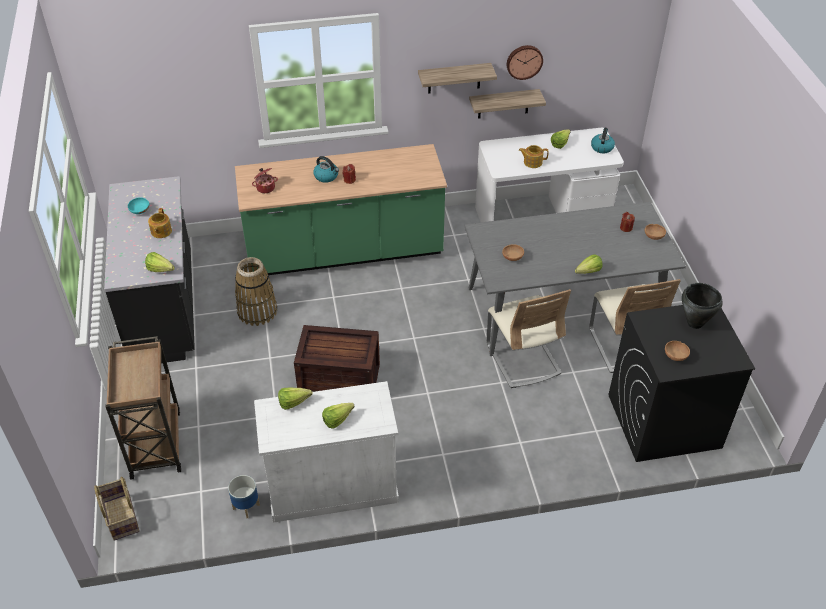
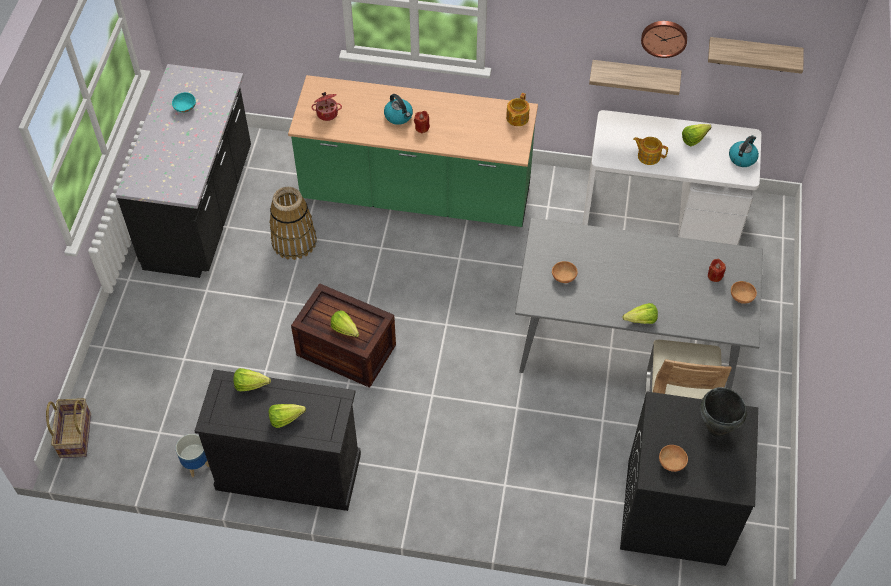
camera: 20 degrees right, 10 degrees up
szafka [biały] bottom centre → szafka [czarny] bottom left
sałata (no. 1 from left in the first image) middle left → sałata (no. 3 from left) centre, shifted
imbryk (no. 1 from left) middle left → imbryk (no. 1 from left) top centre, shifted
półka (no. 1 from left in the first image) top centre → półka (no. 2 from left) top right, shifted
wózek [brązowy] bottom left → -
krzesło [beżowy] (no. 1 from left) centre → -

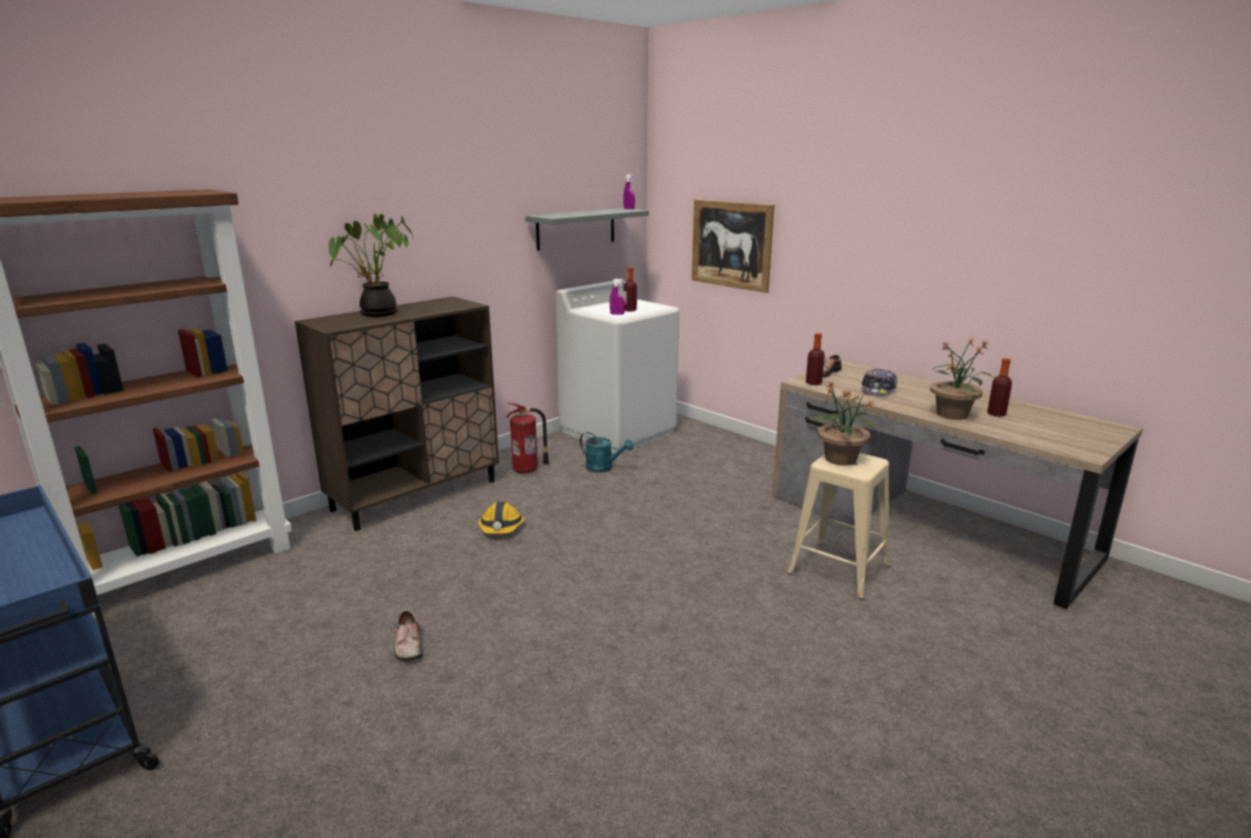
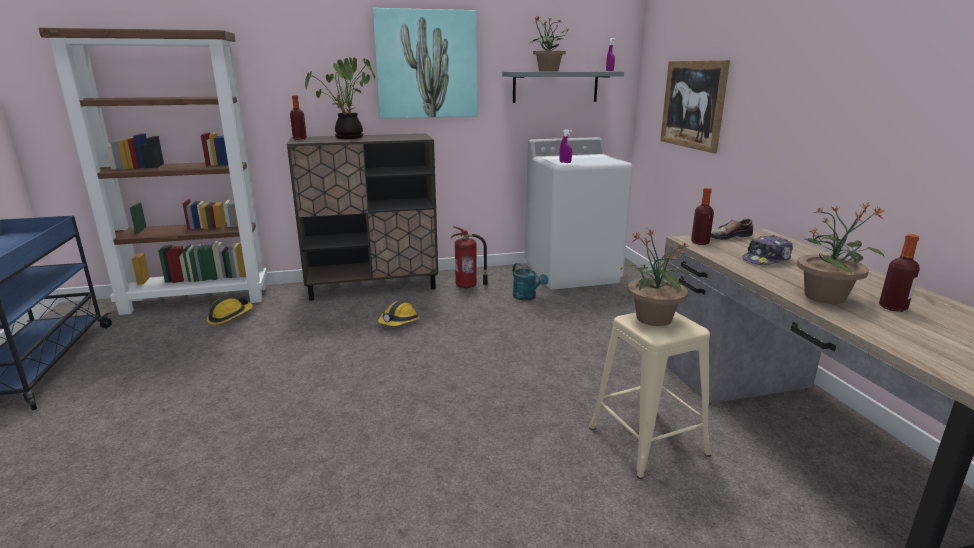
camera: 30 degrees right, 0 degrees up
- → kask (no. 1 from left) middle left
butelka (no. 1 from left) centre → butelka (no. 1 from left) top left, shifted
- → obraz (no. 1 from left) top centre
- → roślina doniczkowa (no. 2 from left) top centre
but (no. 1 from left) bottom left → -

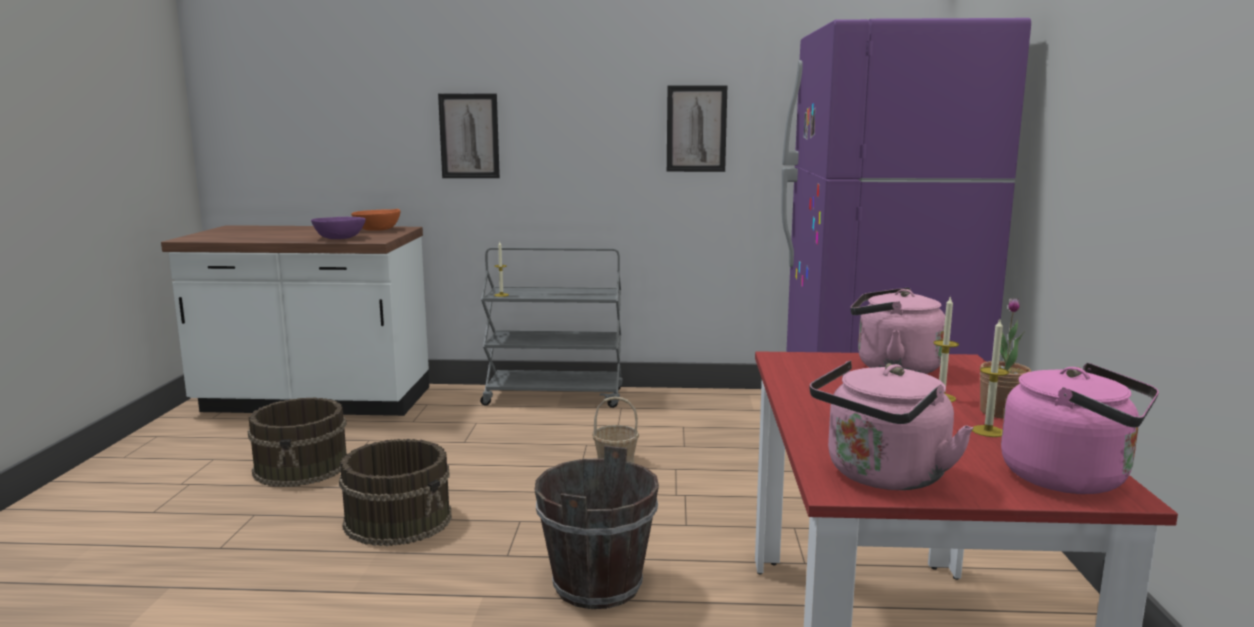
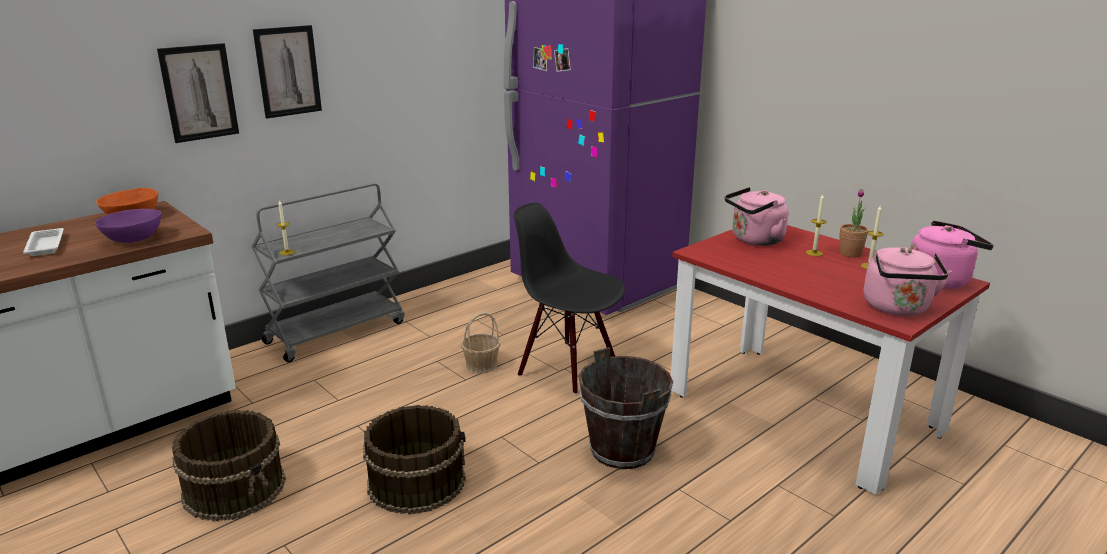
camera: 45 degrees left, 10 degrees up
- → taca [biały] middle left
obraz (no. 2 from left) top centre → obraz (no. 2 from left) top left, shifted
- → krzesło [czarny] centre

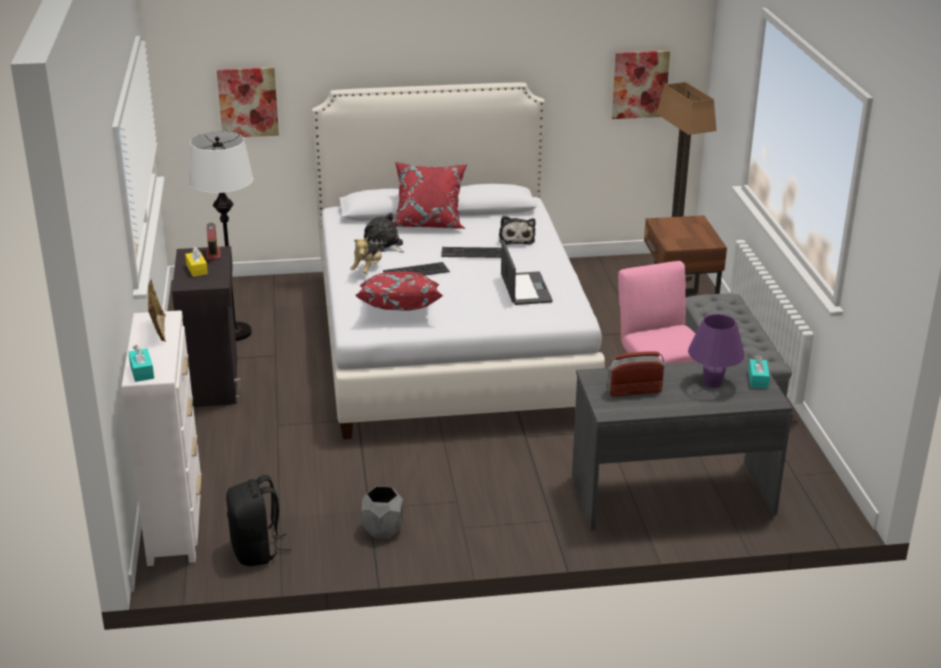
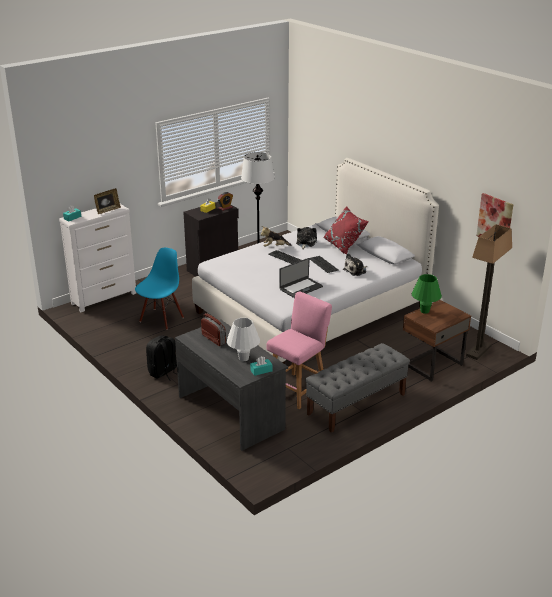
camera: 60 degrees right, 0 degrees up
- → krzesło [niebieski] middle left
plecak [czarny] bottom left → plecak [czarny] middle left, shifted
lampa stołowa [fioletowy] middle right → lampa stołowa [biały] centre
- → lampa stołowa [zielony] middle right
obraz (no. 1 from left) top left → -
poduszka [czerwony] (no. 1 from left) centre → -
donica [szary] bottom centre → -

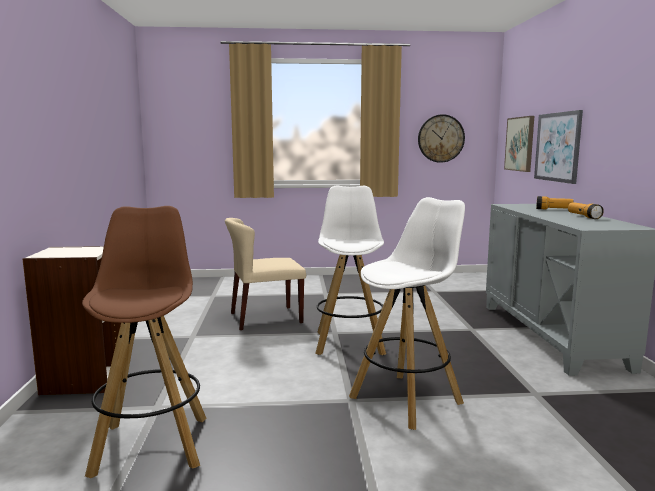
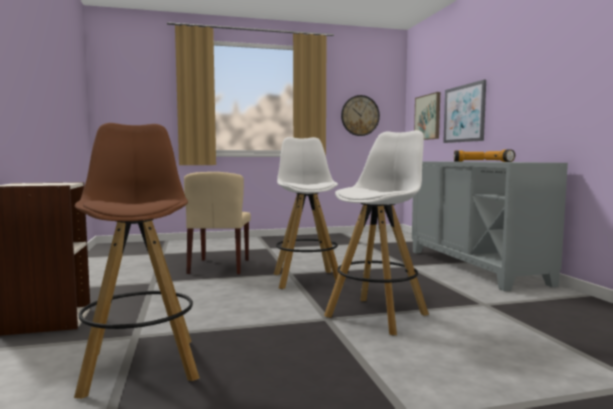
camera: 10 degrees left, 5 degrees down
krzesło [beżowy] centre, 60 degrees counterclockwise

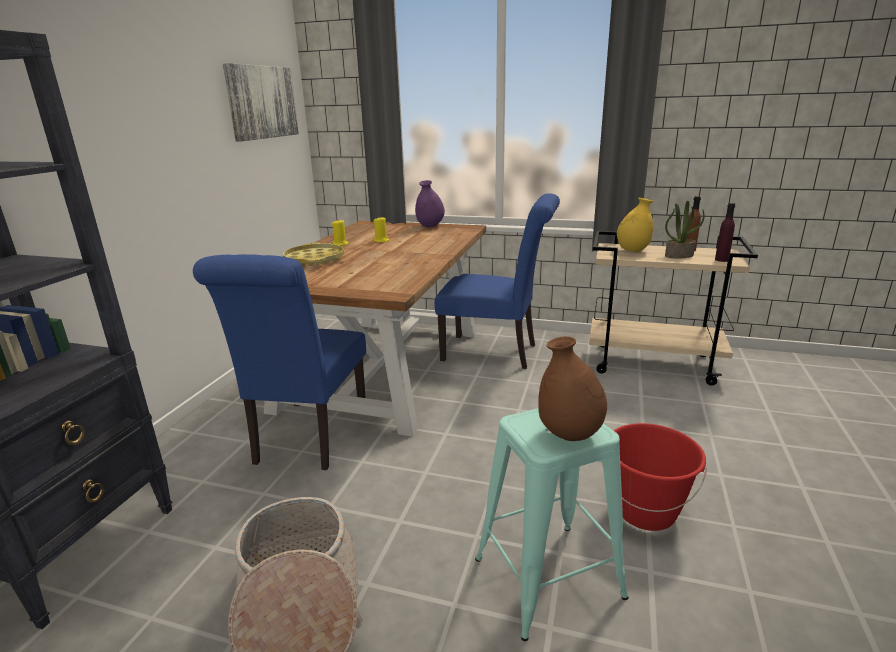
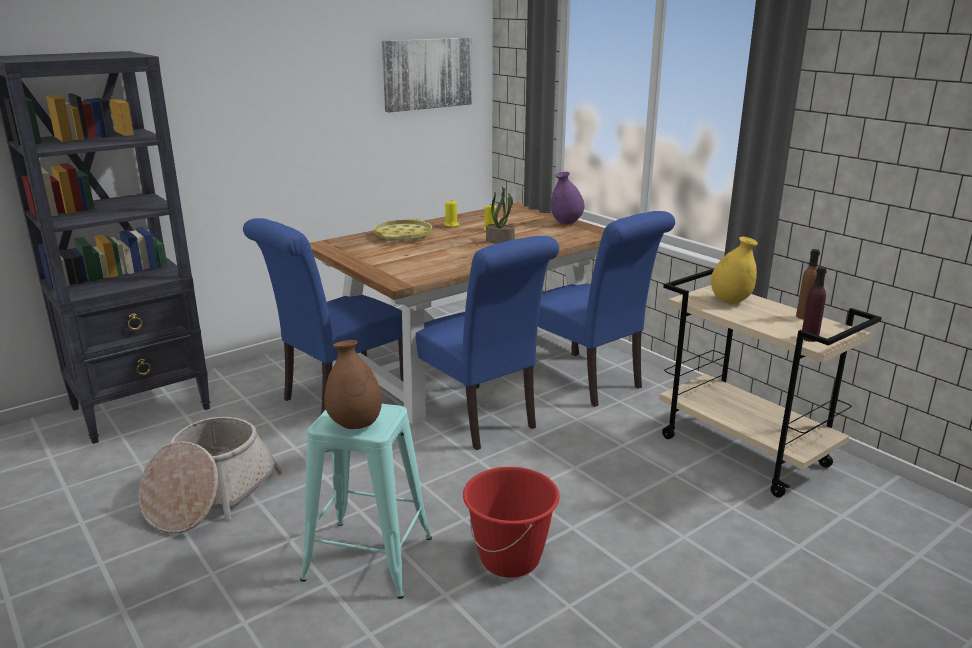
camera: 35 degrees right, 0 degrees up
- → krzesło [niebieski] (no. 2 from left) centre
roślina doniczkowa middle right → roślina doniczkowa top centre, shifted

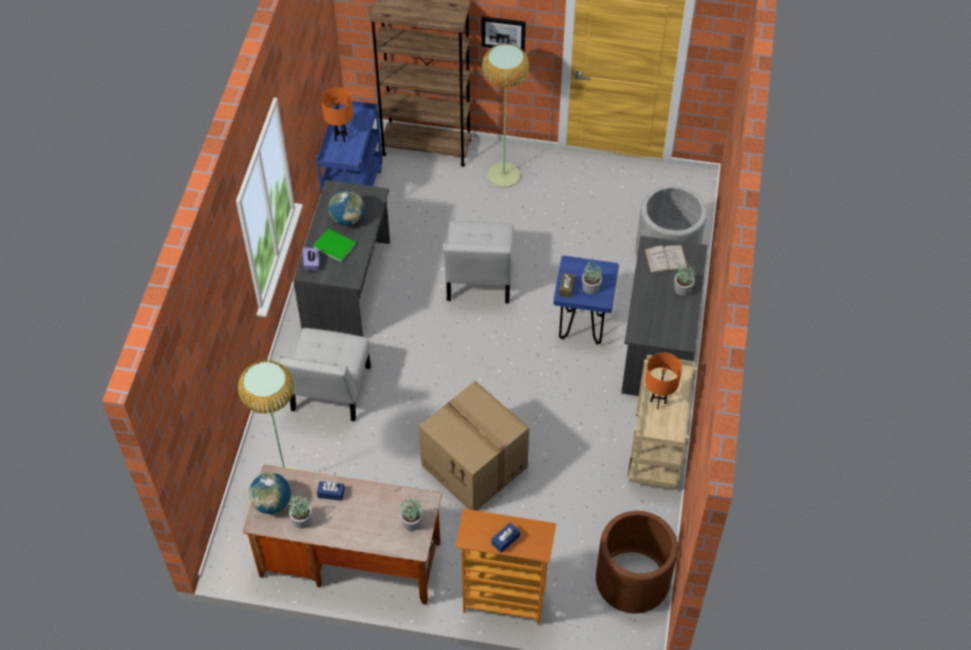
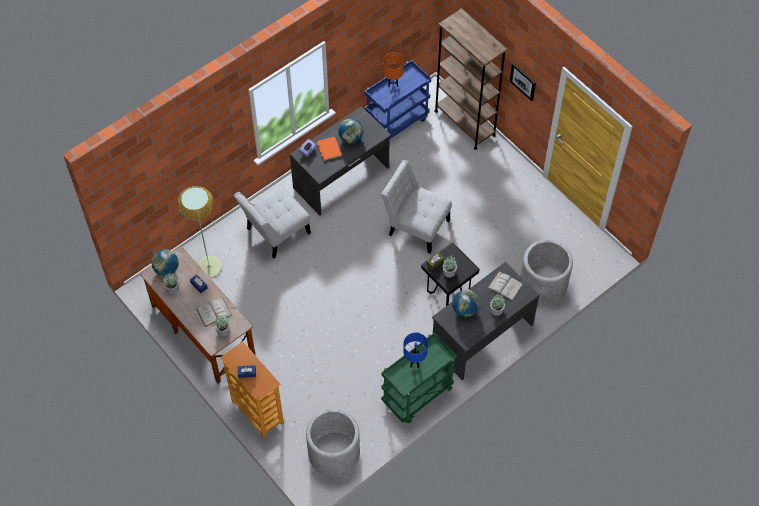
camera: 40 degrees right, 5 degrees up
- → książka [biały] (no. 1 from left) middle left
donica [brązowy] bottom centre → donica [szary] (no. 1 from left) bottom centre
książka [zielony] centre → książka [pomarańczowy] top centre
krzesło [biały] (no. 2 from left) centre, 75 degrees clockwise
wózek [beżowy] middle right → wózek [zielony] bottom centre
lampa stołowa [pomarańczowy] (no. 2 from left) middle right → lampa stołowa [niebieski] bottom centre
stołek [niebieski] centre → stołek [czarny] centre
- → globus (no. 3 from left) centre
karton bottom centre → -
lampa stojąca (no. 2 from left) top centre → -

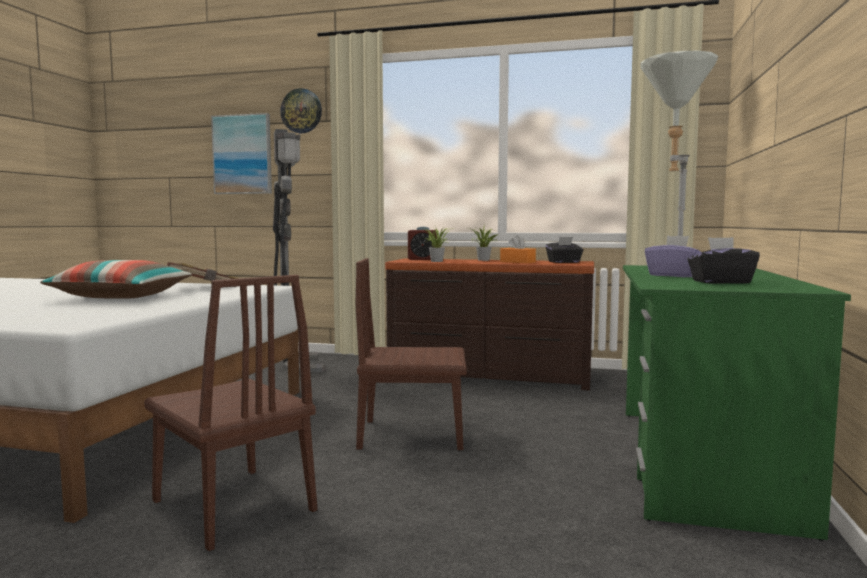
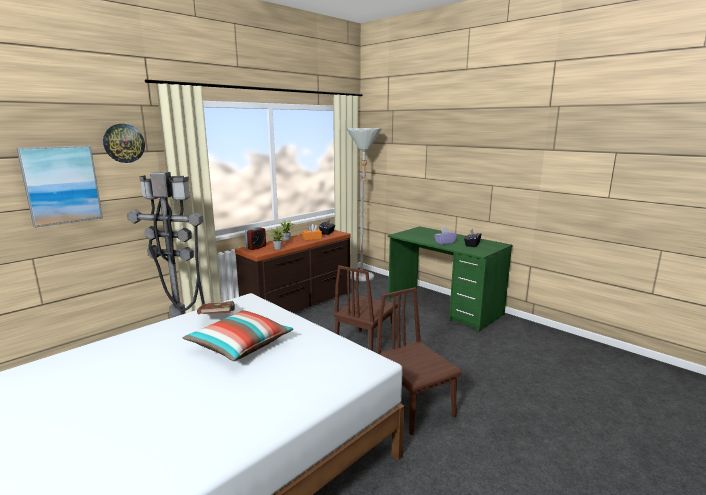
camera: 60 degrees left, 10 degrees up
krzesło [brązowy] (no. 1 from left in the first image) bottom left → krzesło [brązowy] (no. 2 from left) bottom centre, 105 degrees counterclockwise

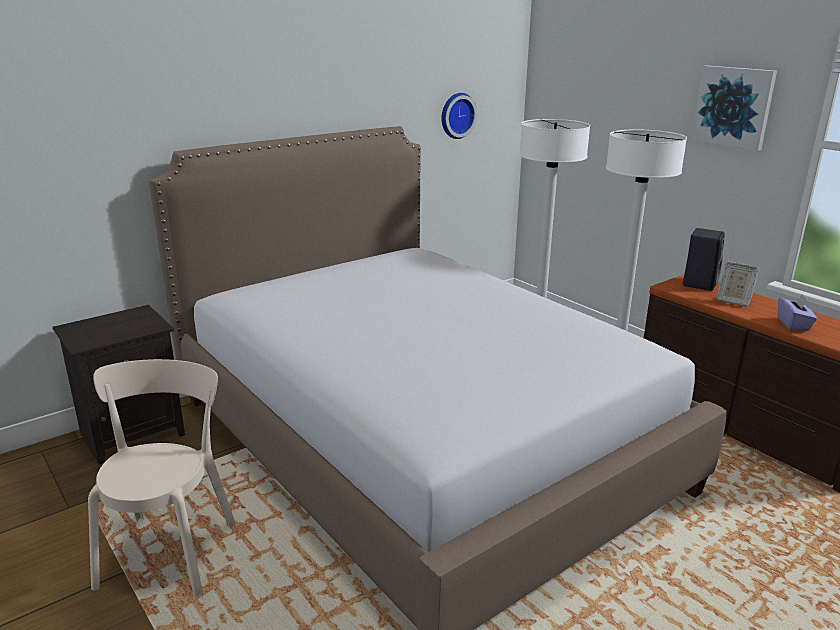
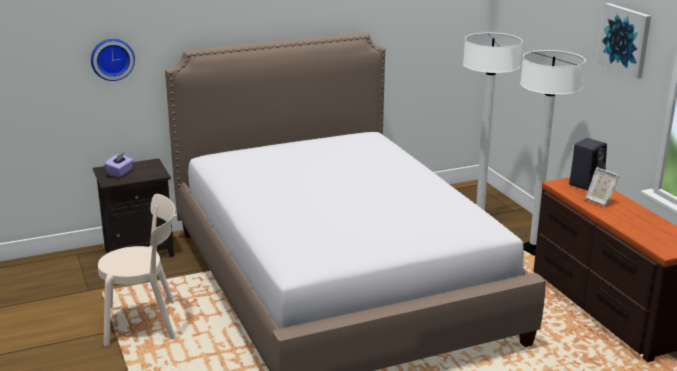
camera: 15 degrees right, 0 degrees up
zegar ścienny top centre → zegar ścienny top left, shifted
krzesło [beżowy] bottom left, 60 degrees clockwise
pudełko chusteczek [fioletowy] middle right → pudełko chusteczek [fioletowy] middle left, shifted

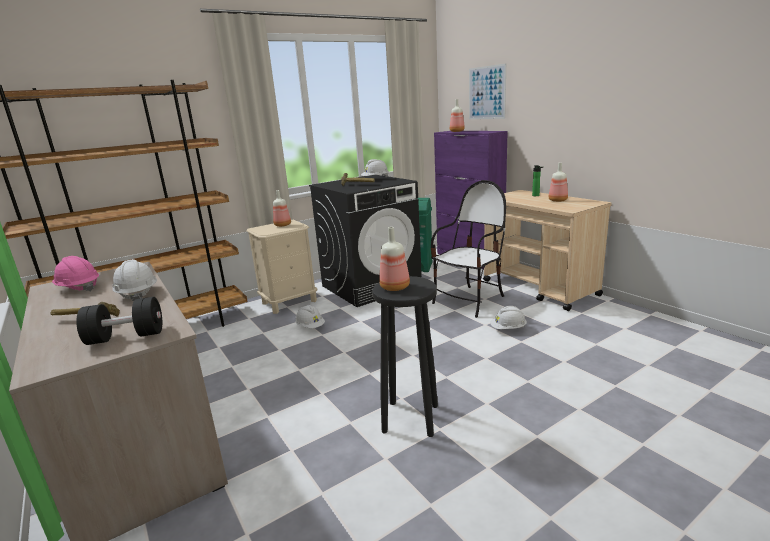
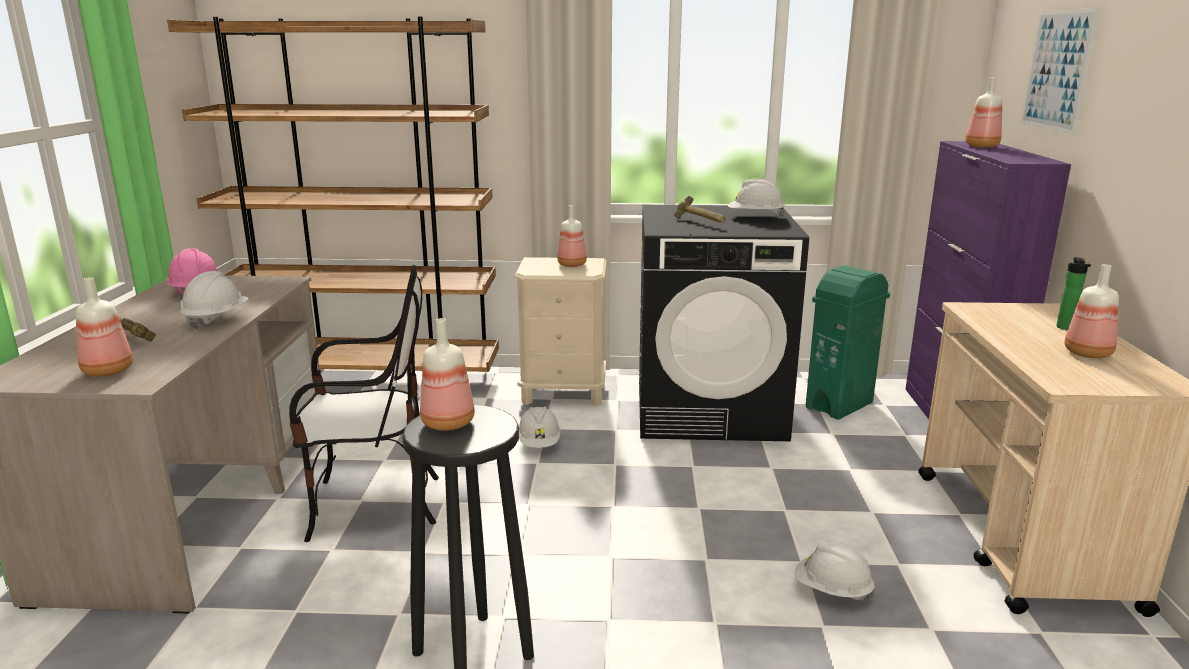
camera: 35 degrees right, 0 degrees up
hantel [czarny] middle left → butelka (no. 1 from left) middle left
krzesło centre → krzesło middle left, shifted

